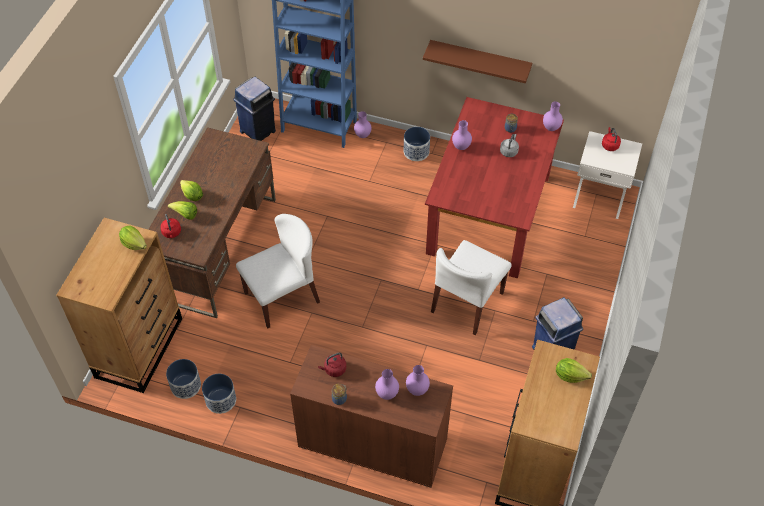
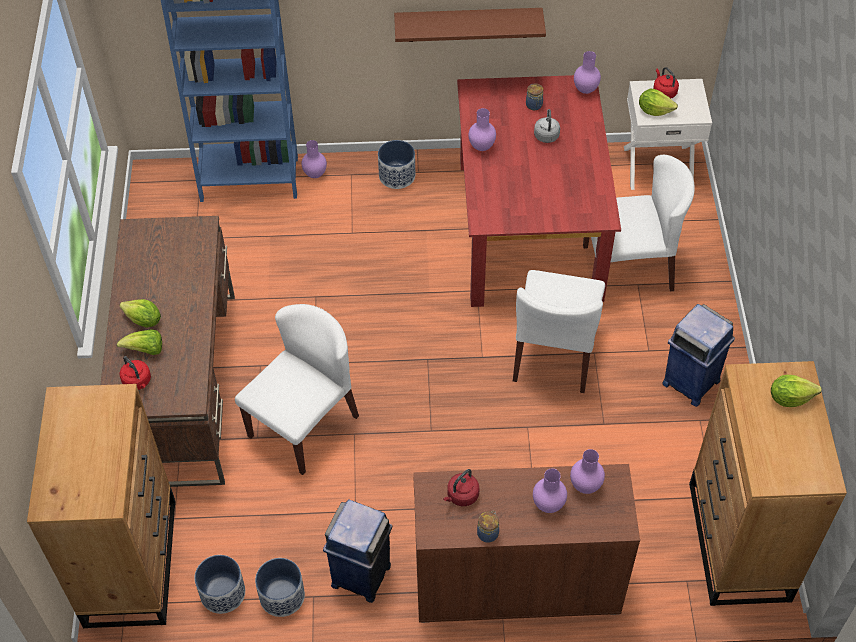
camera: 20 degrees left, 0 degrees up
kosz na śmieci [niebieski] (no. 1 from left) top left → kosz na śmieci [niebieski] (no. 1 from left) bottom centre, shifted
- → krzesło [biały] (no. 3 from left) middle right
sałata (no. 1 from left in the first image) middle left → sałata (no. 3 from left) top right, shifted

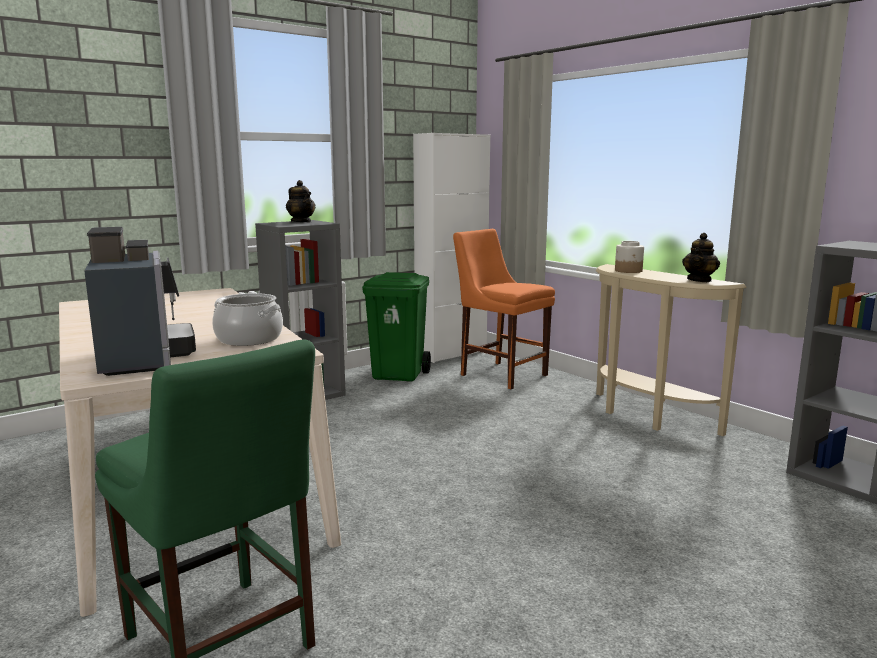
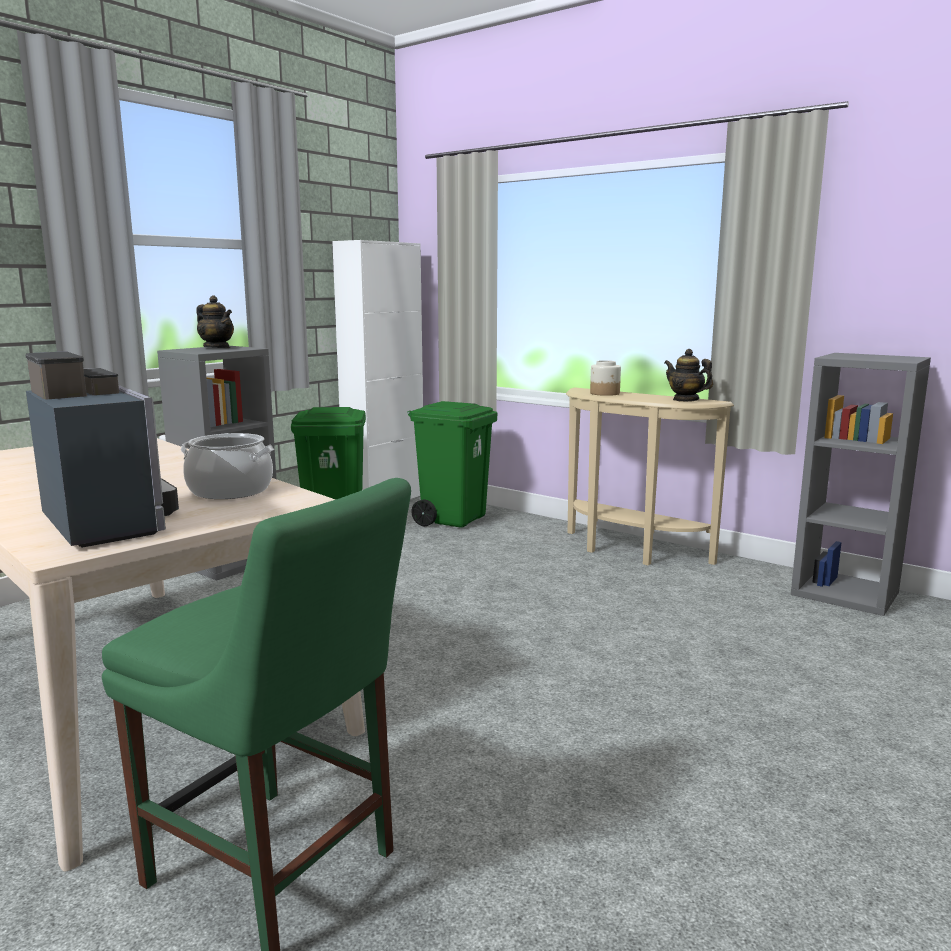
camera: 15 degrees left, 0 degrees up
krzesło [pomarańczowy] centre → kosz na śmieci [zielony] (no. 2 from left) centre
imbryk (no. 2 from left) middle right, 120 degrees clockwise

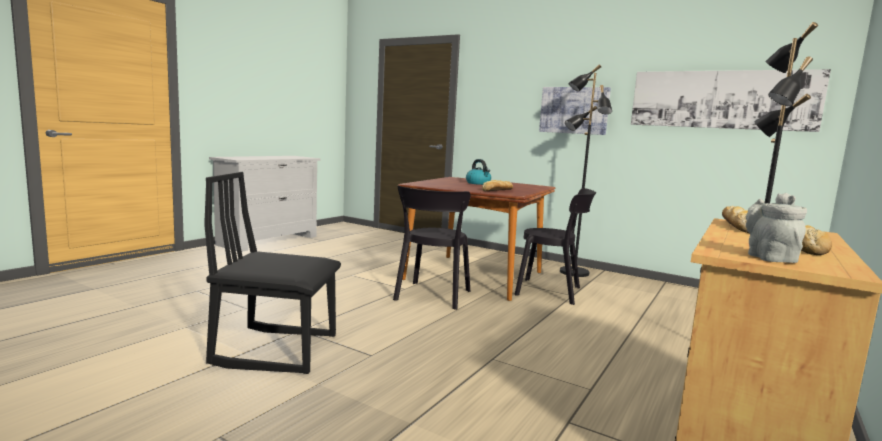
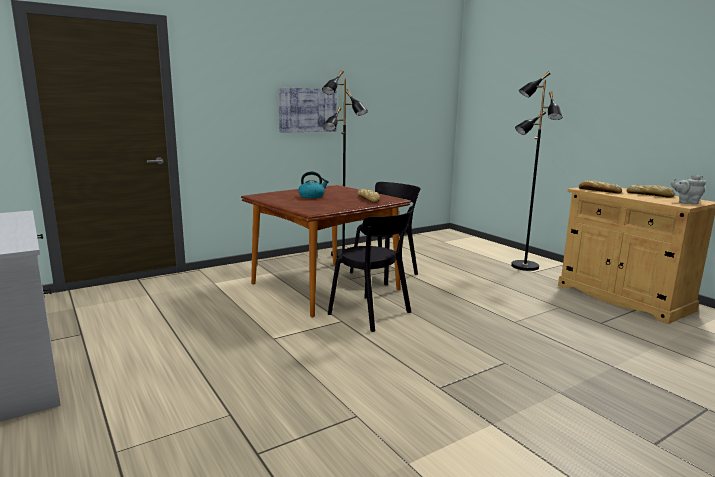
camera: 65 degrees left, 5 degrees up
krzesło [czarny] (no. 1 from left) middle left → -
obraz (no. 2 from left) top right → -

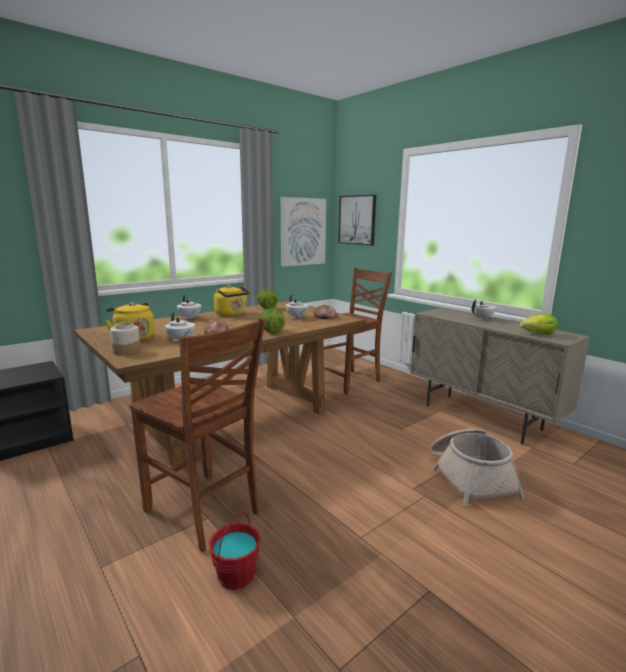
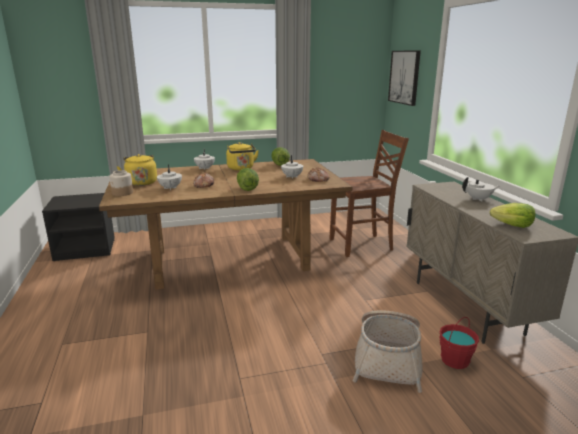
camera: 25 degrees right, 5 degrees up
wiadro [czerwony] bottom centre → wiadro [czerwony] bottom right, shifted
krzesło [brązowy] (no. 1 from left) middle left → -
obraz (no. 1 from left) centre → -

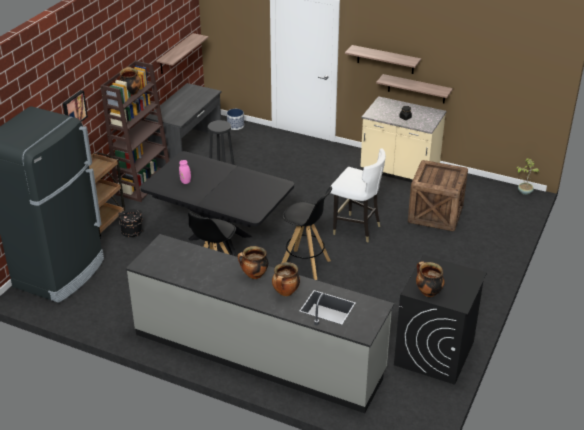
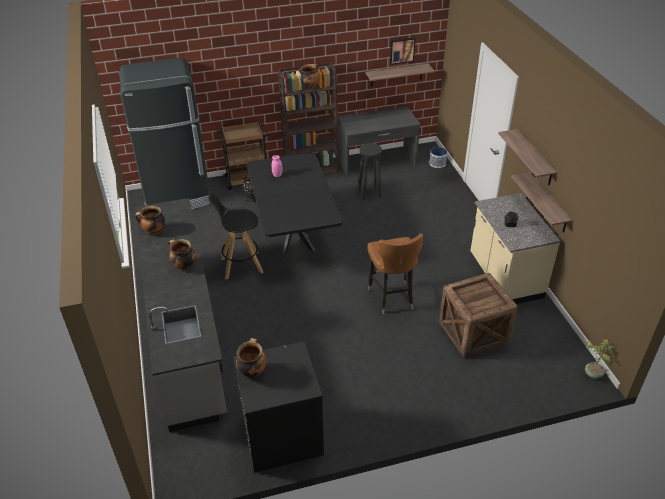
camera: 50 degrees right, 5 degrees up
garnek (no. 3 from left in the first image) centre → garnek (no. 1 from left) middle left, shifted
krzesło [biały] centre → krzesło [brązowy] centre
obraz top left → obraz top centre, shifted
stołek [czarny] (no. 3 from left) centre → -

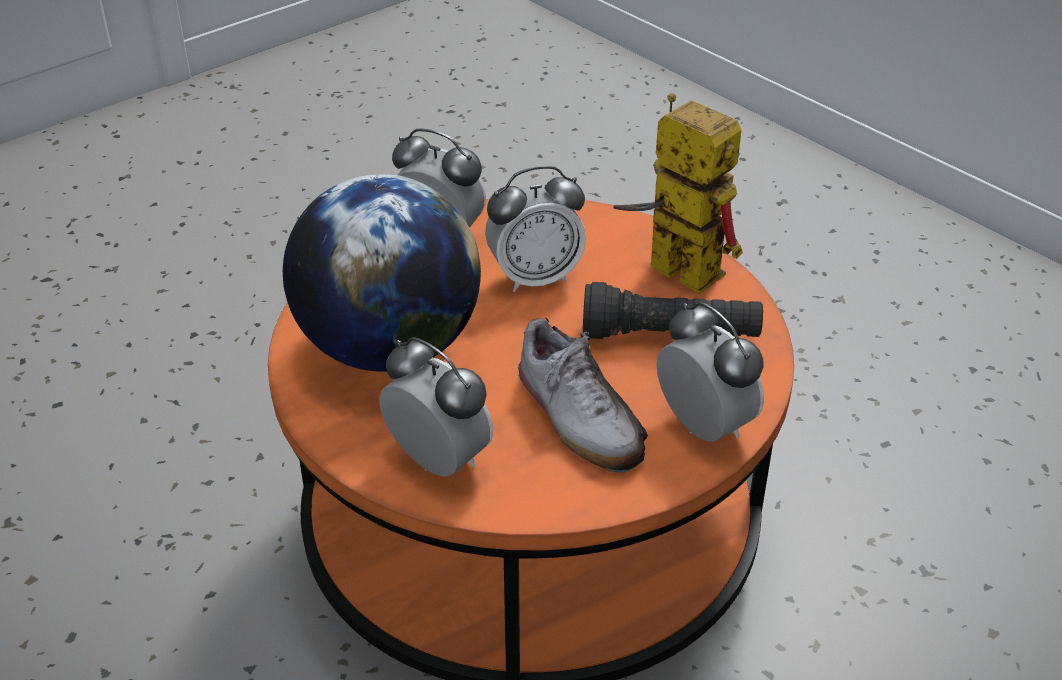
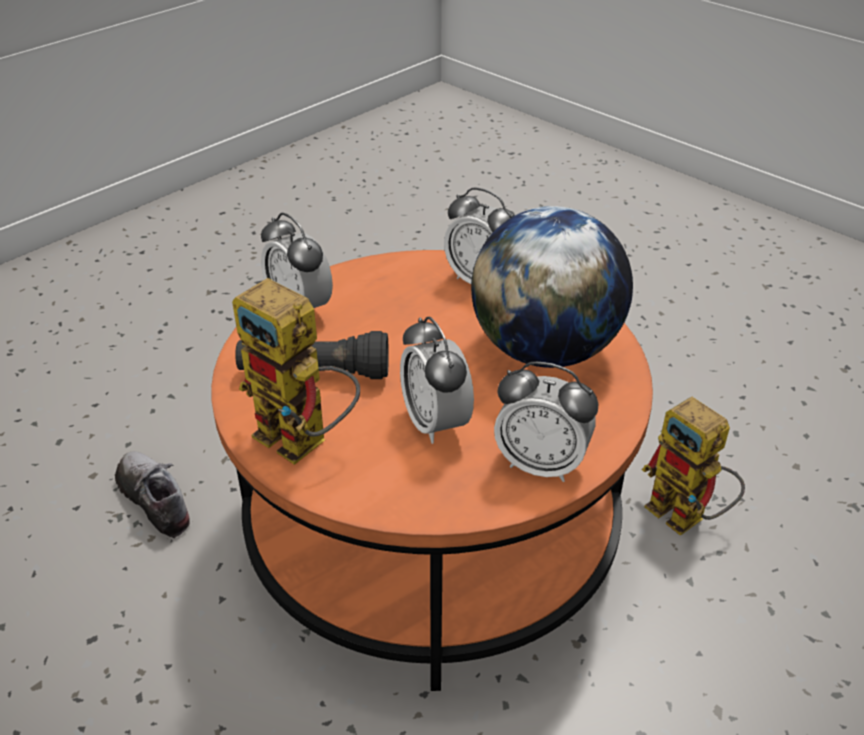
camera: 175 degrees right, 0 degrees up
but centre → but bottom left, shifted
budzik (no. 3 from left in the first image) centre → budzik (no. 2 from left) centre, 90 degrees counterclockwise
- → robot zabawkowy (no. 2 from left) middle right

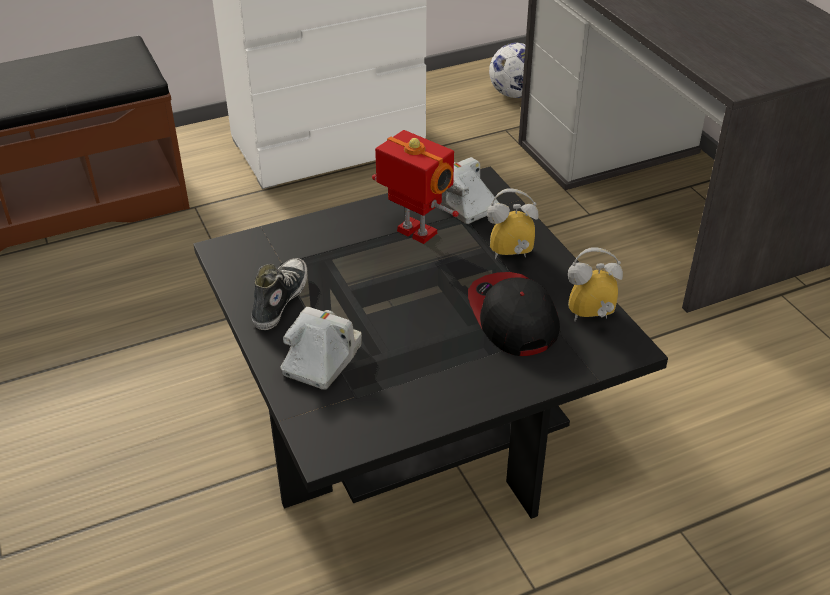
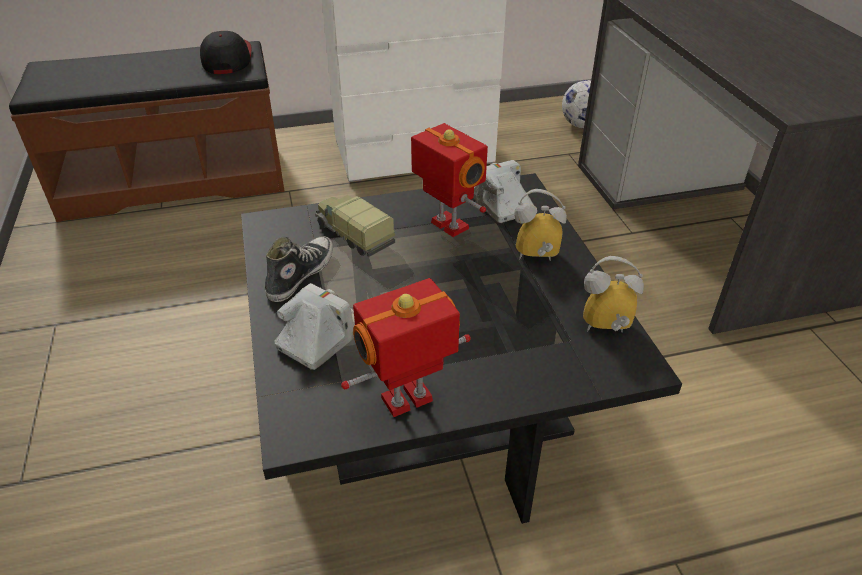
camera: 10 degrees right, 0 degrees up
czapka z daszkiem centre → czapka z daszkiem top left, shifted
- → ciężarówka zabawkowa centre
- → robot zabawkowy (no. 1 from left) centre

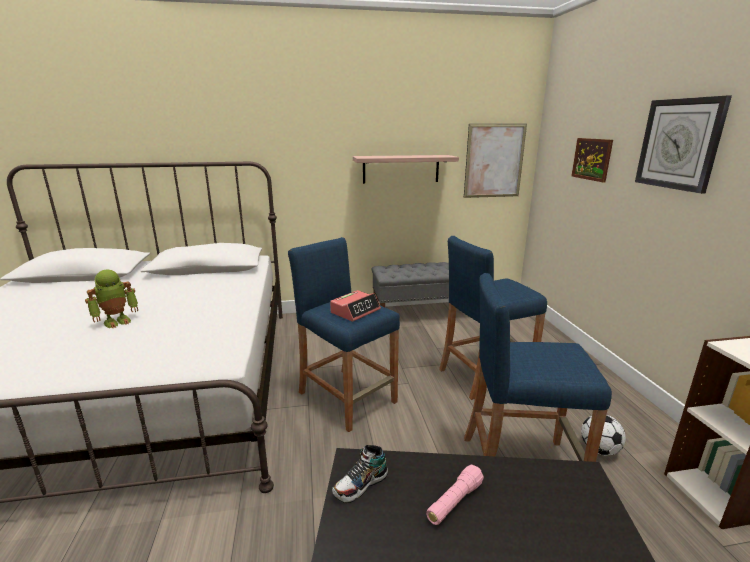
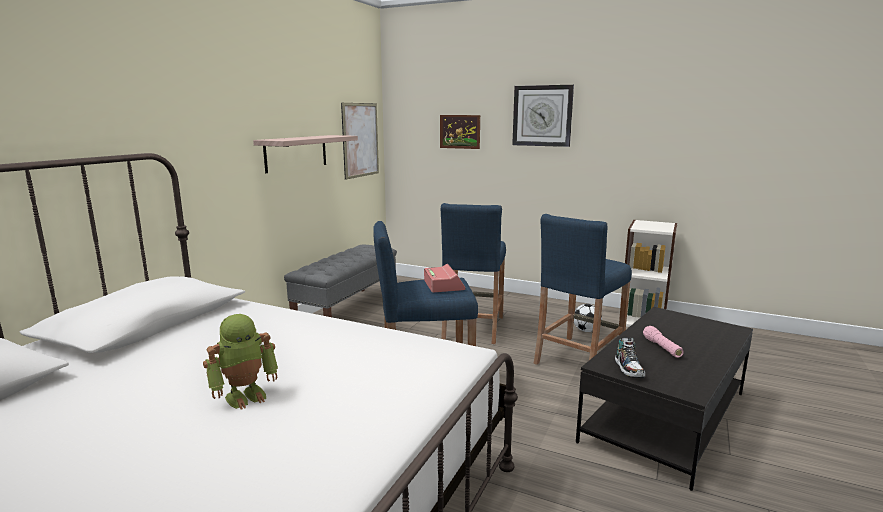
camera: 55 degrees left, 5 degrees down
robot zabawkowy middle left → robot zabawkowy bottom left, 60 degrees clockwise

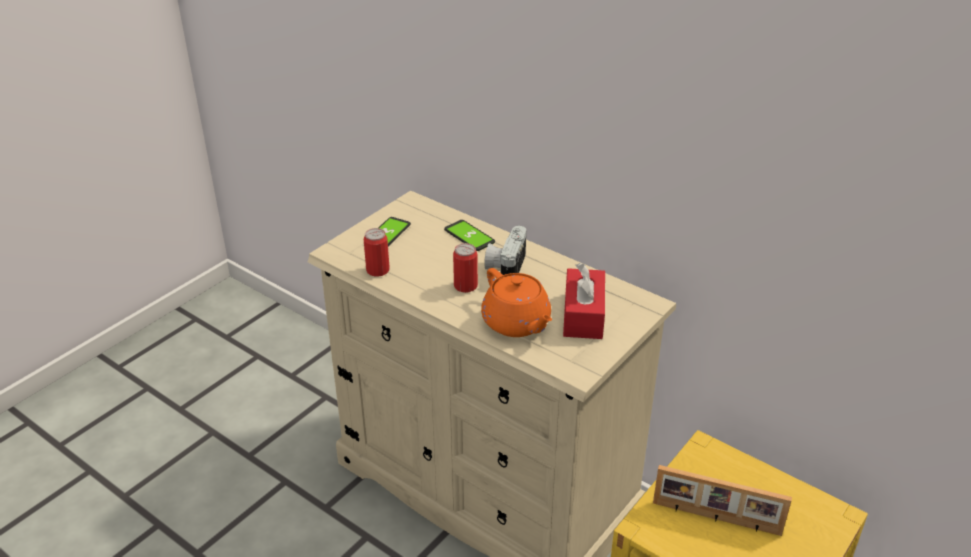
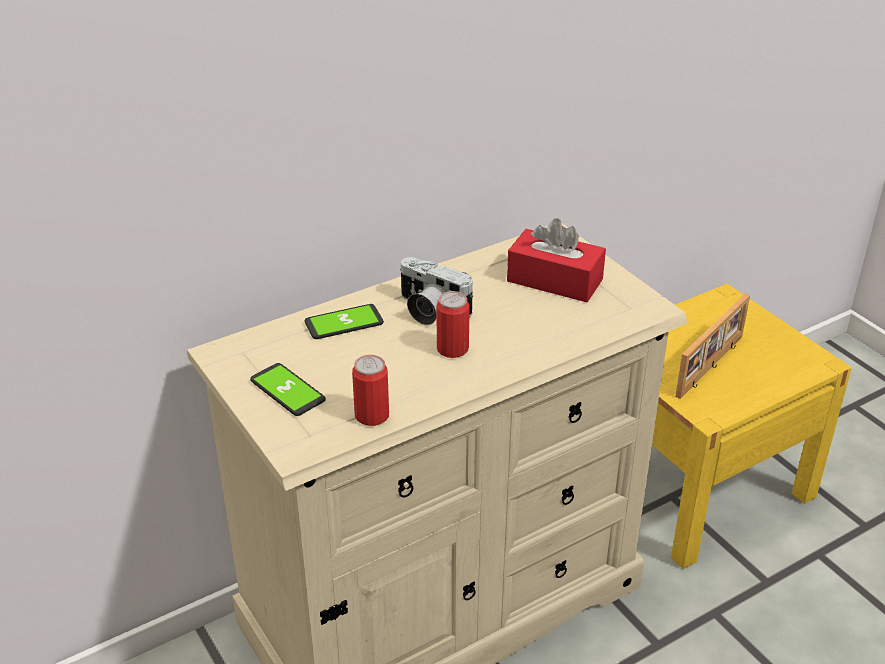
camera: 70 degrees left, 0 degrees up
imbryk [pomarańczowy] centre → -

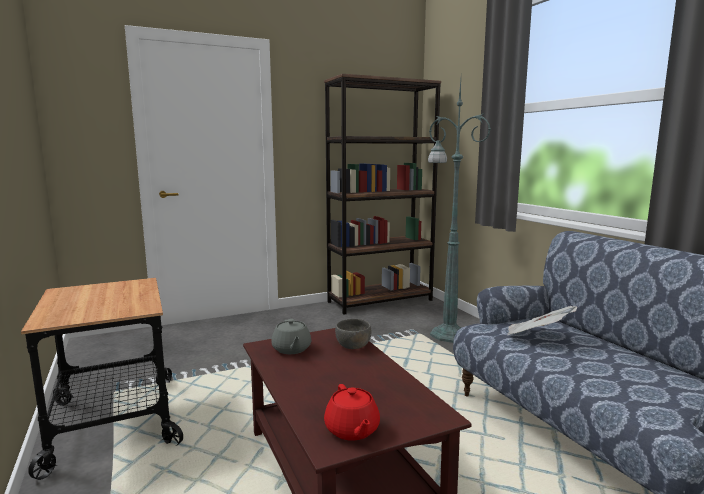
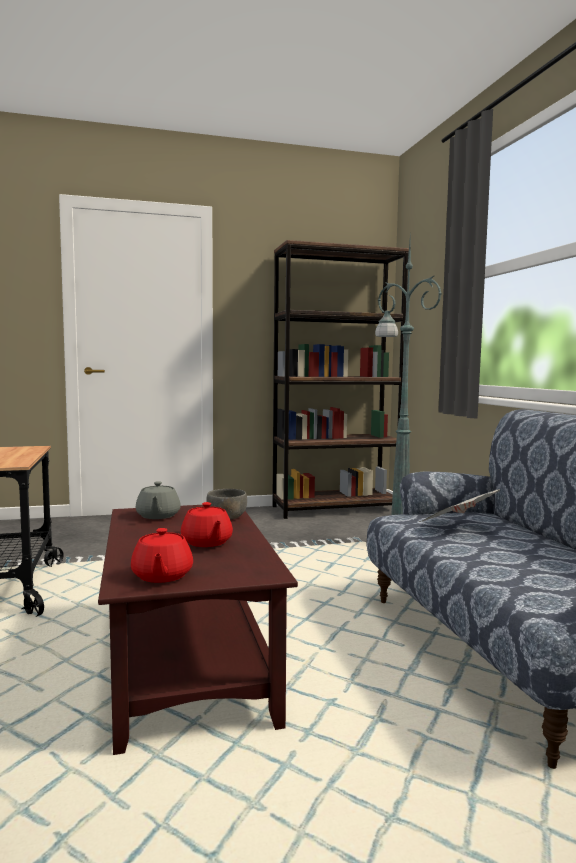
camera: 10 degrees right, 5 degrees down
- → imbryk [czerwony] (no. 2 from left) centre

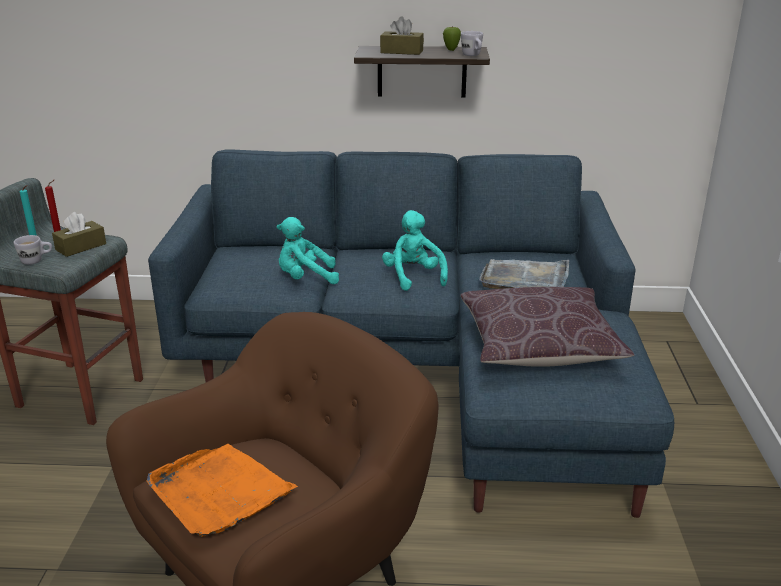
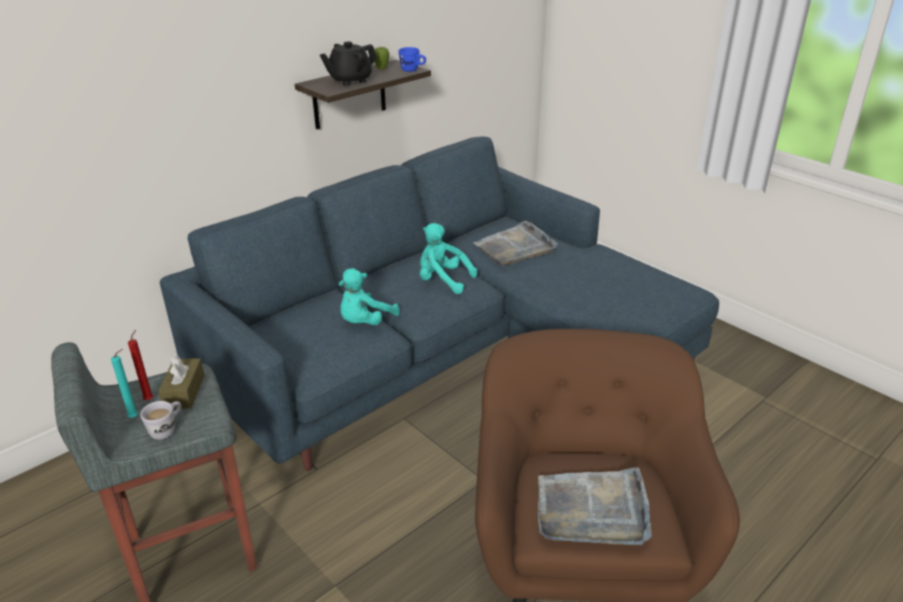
camera: 45 degrees left, 5 degrees up
pudełko chusteczek [brązowy] (no. 2 from left) top centre → imbryk [czarny] top centre
kubek [biały] (no. 2 from left) top centre → kubek [niebieski] top centre
taca [pomarańczowy] bottom left → taca [szary] (no. 2 from left) bottom centre
poduszka [brązowy] middle right → -

